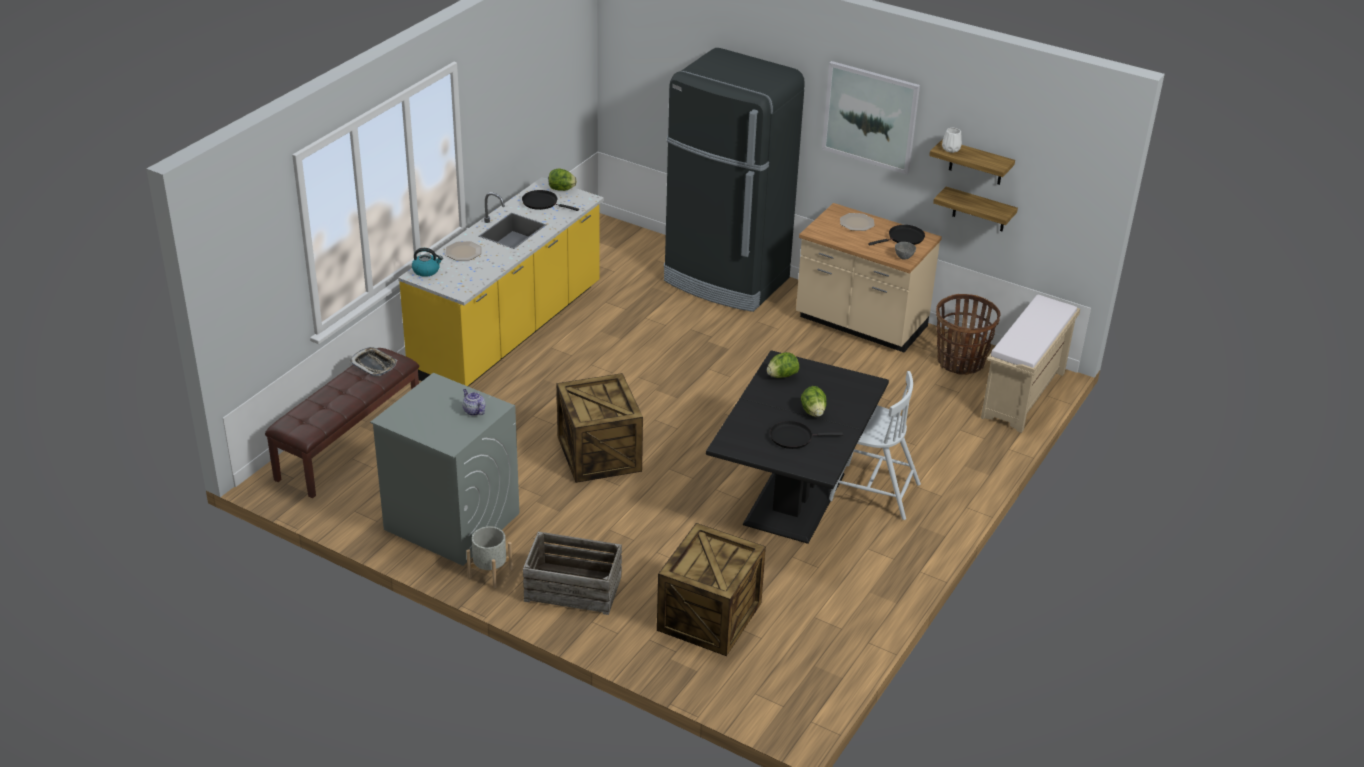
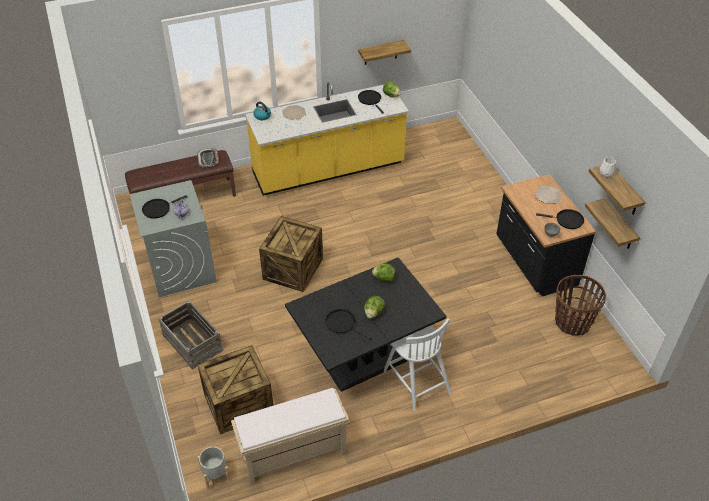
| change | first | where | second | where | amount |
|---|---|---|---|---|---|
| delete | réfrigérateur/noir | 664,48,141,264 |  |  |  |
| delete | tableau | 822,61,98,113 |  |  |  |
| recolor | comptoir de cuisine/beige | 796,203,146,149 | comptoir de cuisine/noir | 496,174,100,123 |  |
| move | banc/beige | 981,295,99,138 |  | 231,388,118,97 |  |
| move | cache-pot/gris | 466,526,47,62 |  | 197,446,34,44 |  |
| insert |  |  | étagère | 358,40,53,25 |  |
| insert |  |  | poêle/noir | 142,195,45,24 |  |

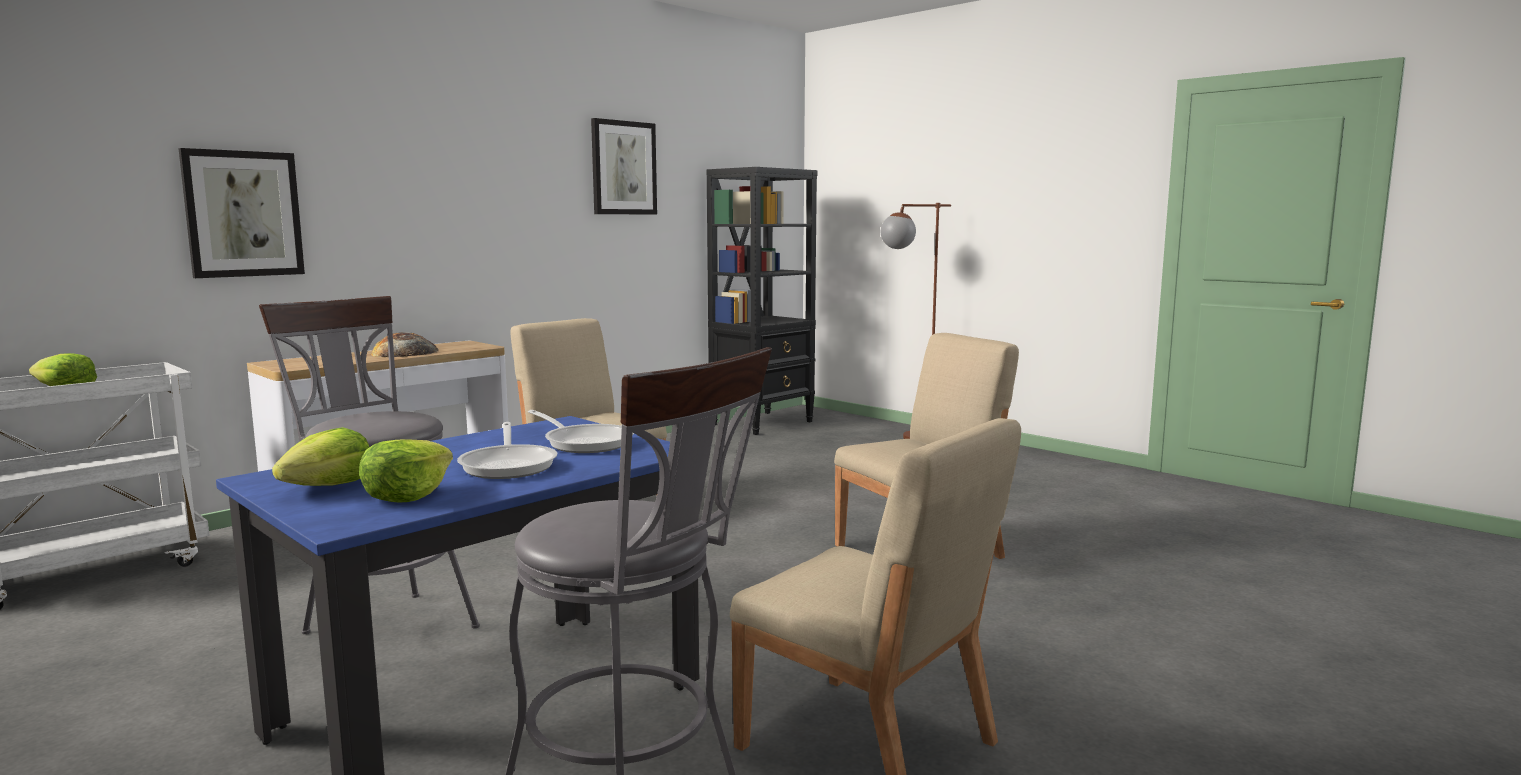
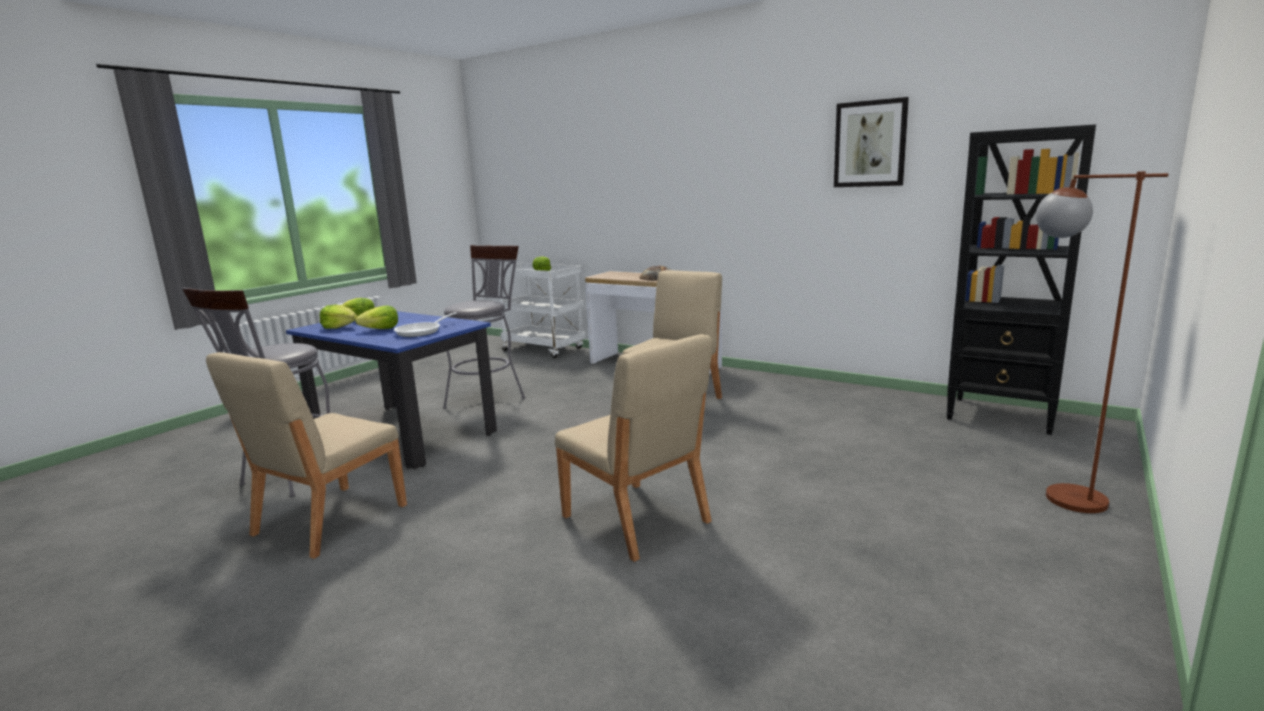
| change | first | where | second | where | amount |
|---|---|---|---|---|---|
| delete | tableau | 178,148,127,130 |  |  |  |
| replace | poêle | 457,422,100,57 | laitue | 355,306,43,23 |  |

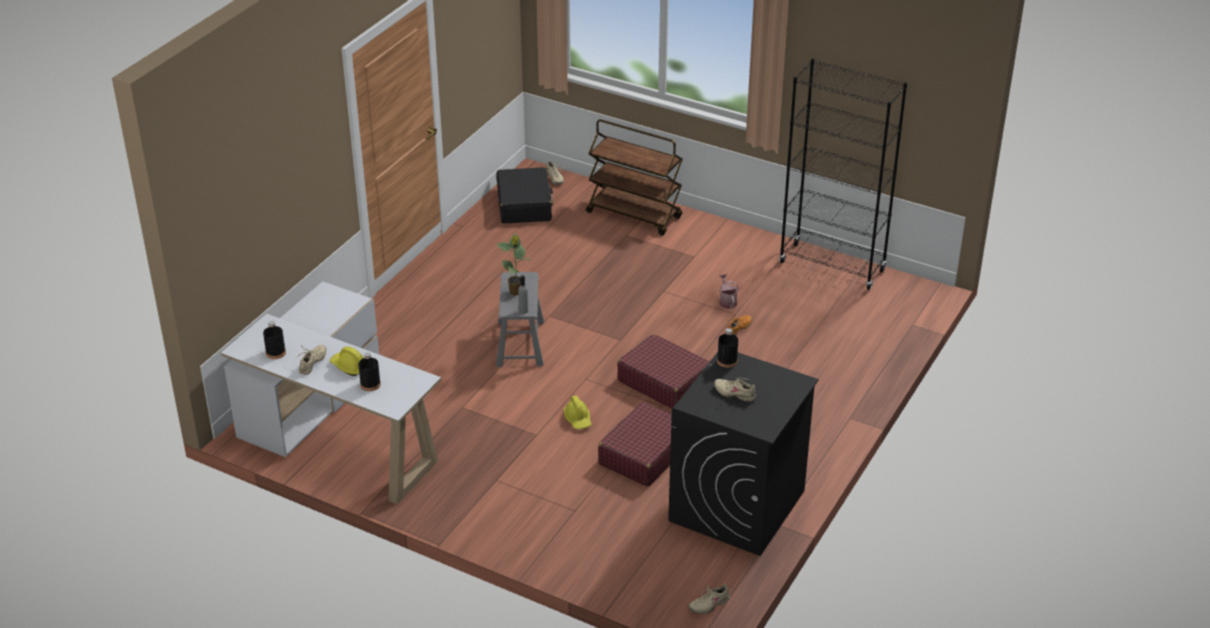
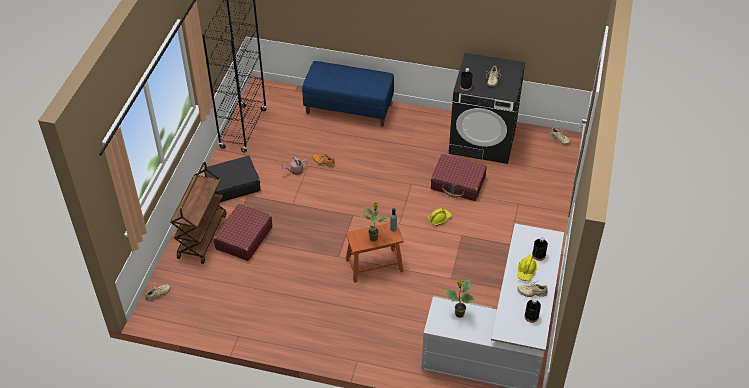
| change | first | where | second | where | amount |
|---|---|---|---|---|---|
| move | valise/noir | 496,167,57,57 |  | 204,156,57,46 |  |
| recolor | tabouret/gris | 496,272,48,95 | tabouret/marron | 346,223,58,60 |  |
| move | valise/rouge | 617,334,93,75 |  | 214,204,58,57 |  |
| insert |  |  | banc/bleu | 302,61,92,66 |  |
| insert |  |  | plante en pot | 444,279,32,39 |  |

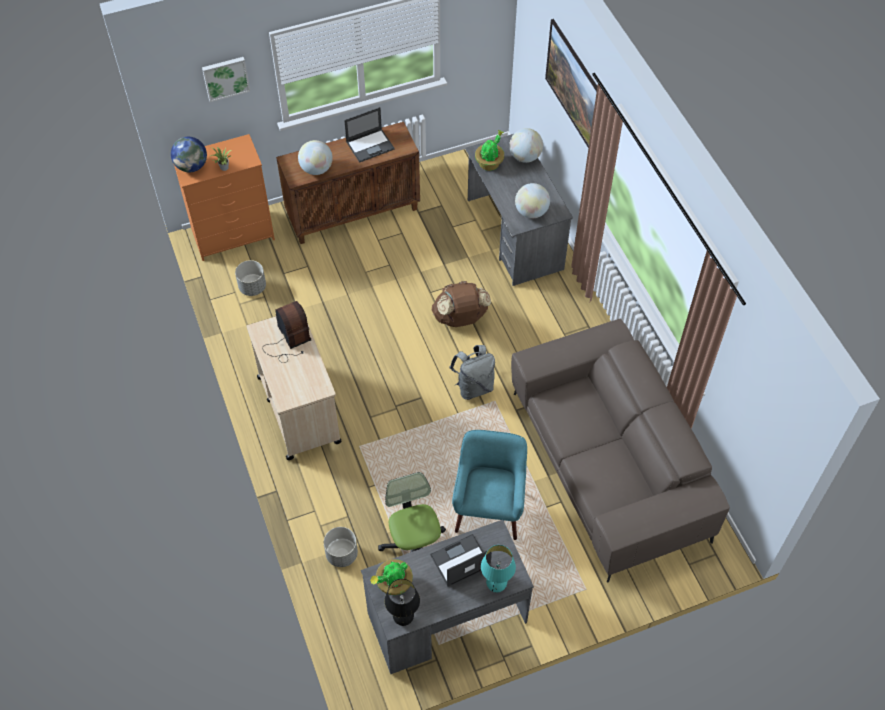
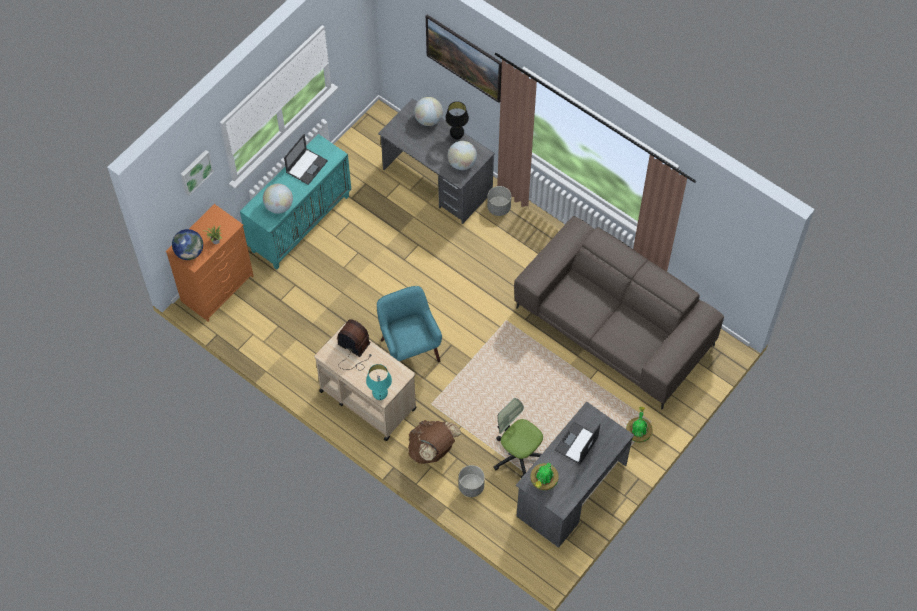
| change | first | where | second | where | amount |
|---|---|---|---|---|---|
| recolor | meuble de rangement/marron | 276,122,144,122 | meuble de rangement/turquoise | 240,134,111,136 |  |
| move | plante en pot | 475,130,29,41 |  | 626,407,27,35 |  |
| move | cache-pot/gris | 235,260,31,36 |  | 487,186,24,30 |  |
| move | sac à dos/marron | 432,281,59,46 |  | 408,420,53,44 |  |
| delete | sac à dos/gris | 450,345,45,55 |  |  |  |
| move | fauteuil/turquoise | 452,430,75,110 |  | 377,286,65,76 |  |
| move | lampe de table/turquoise | 481,545,35,47 |  | 366,364,26,36 |  |
| move | lampe de table/noir | 384,579,36,47 |  | 445,101,24,39 |  |

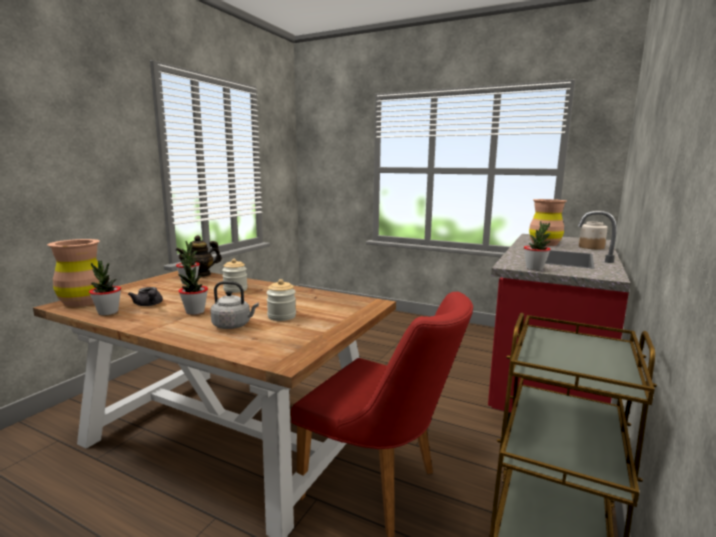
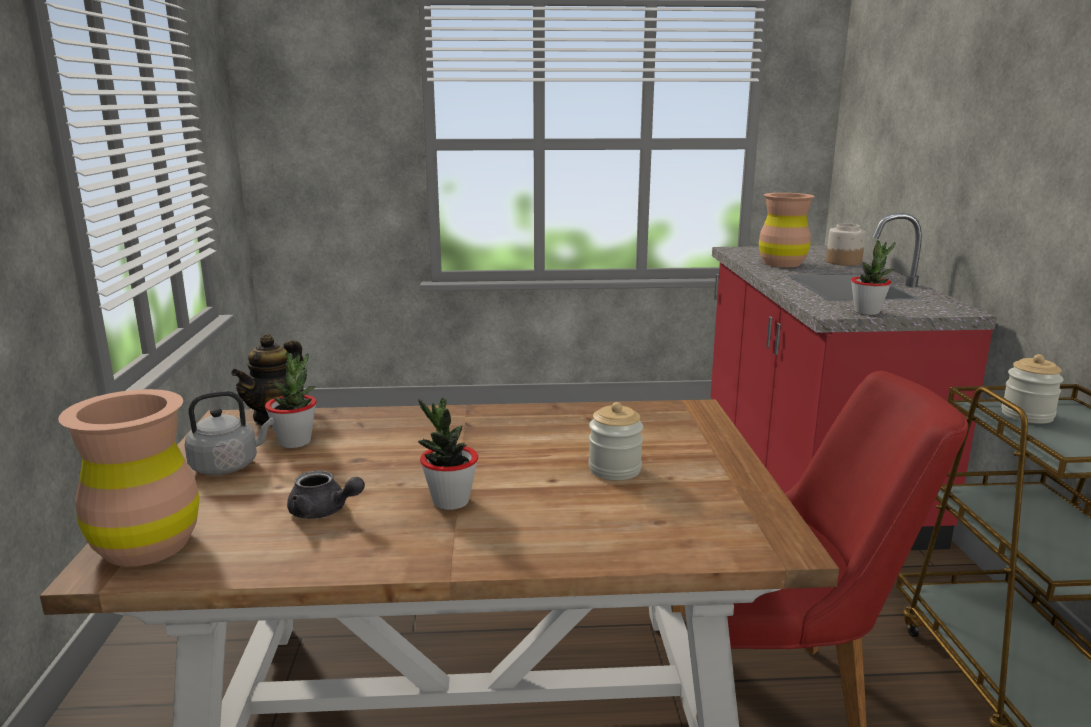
| change | first | where | second | where | amount |
|---|---|---|---|---|---|
| move | bocal | 222,259,26,34 |  | 1002,354,62,70 |  |
| delete | plante en pot | 89,260,32,55 |  |  |  |
| move | bouilloire/gris | 210,281,49,48 |  | 185,391,89,84 |  |

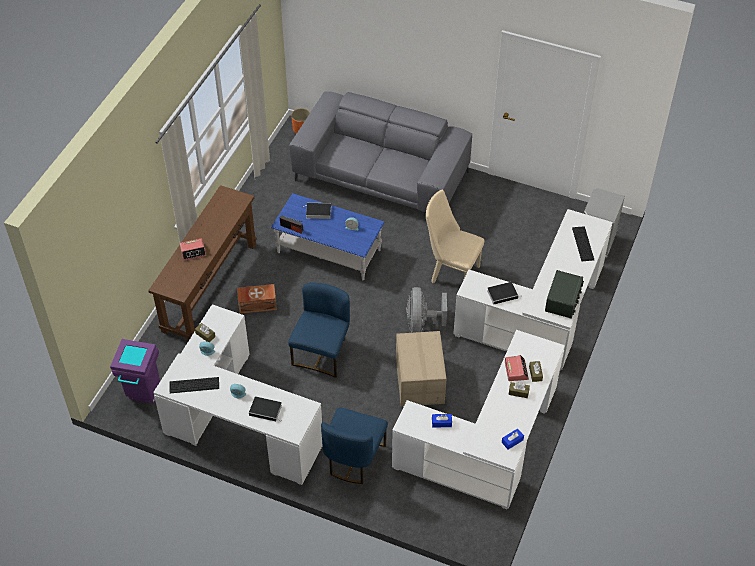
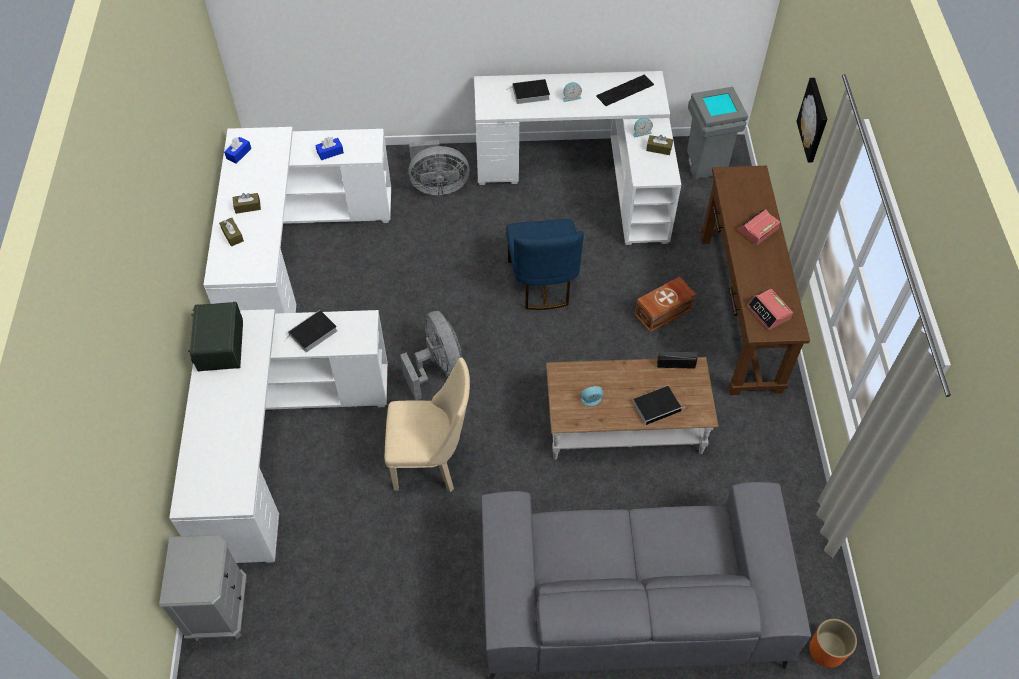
| change | first | where | second | where | amount |
|---|---|---|---|---|---|
| recolor | table basse/bleu | 271,193,114,87 | table basse/marron | 546,357,173,103 |  |
| delete | clavier | 572,226,22,35 |  |  |  |
| delete | carton | 396,331,50,76 |  |  |  |
| recolor | poubelle/violet | 110,339,50,64 | poubelle/gris | 687,87,61,92 |  |
| move | réveil | 505,355,24,26 |  | 747,289,46,41 |  |
| replace | chaise/bleu | 321,407,67,77 | ventilateur/gris | 408,140,62,55 |  |
| insert |  |  | tableau | 796,78,32,85 |  |

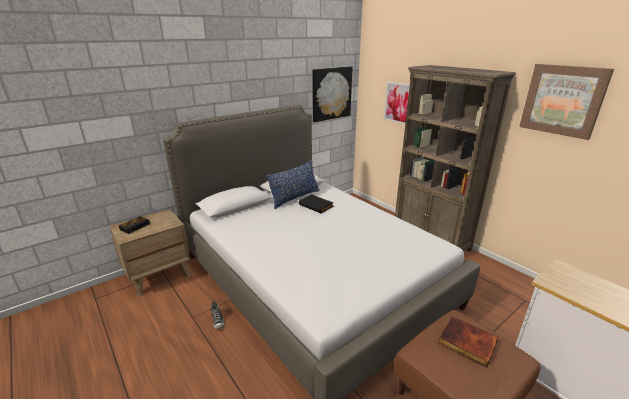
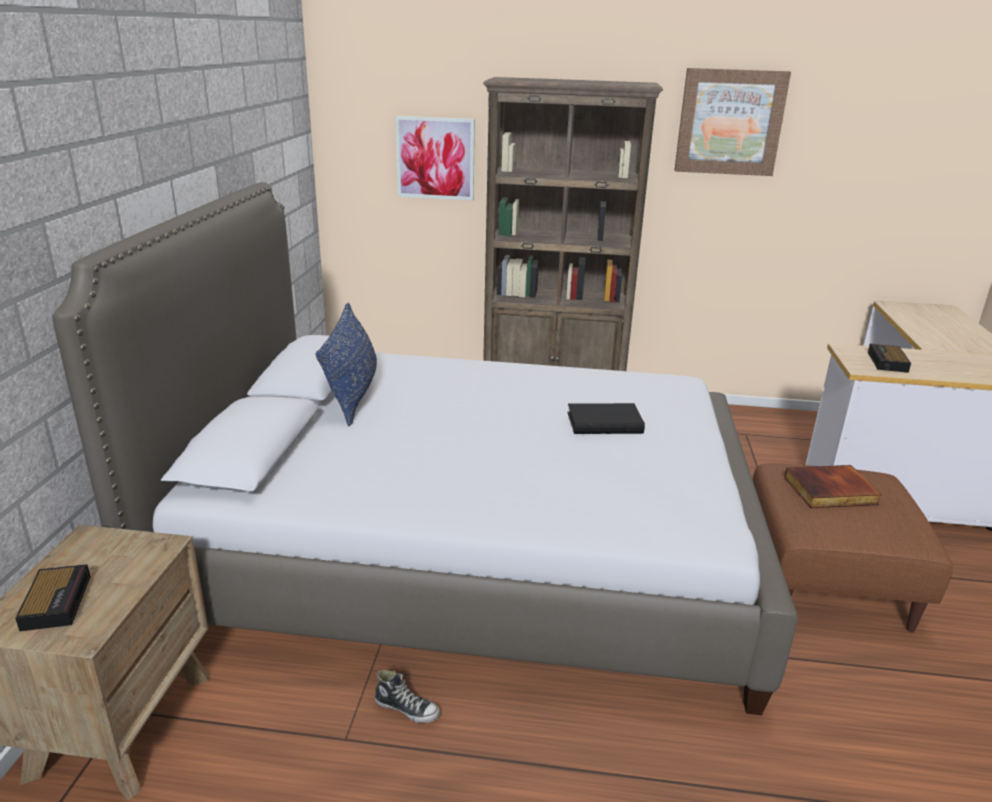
| change | first | where | second | where | amount |
|---|---|---|---|---|---|
| delete | tableau | 313,66,40,56 |  |  |  |
| move | livre/noir | 299,195,35,18 |  | 567,403,78,31 |  |
| insert |  |  | réveil | 868,344,43,29 |  |

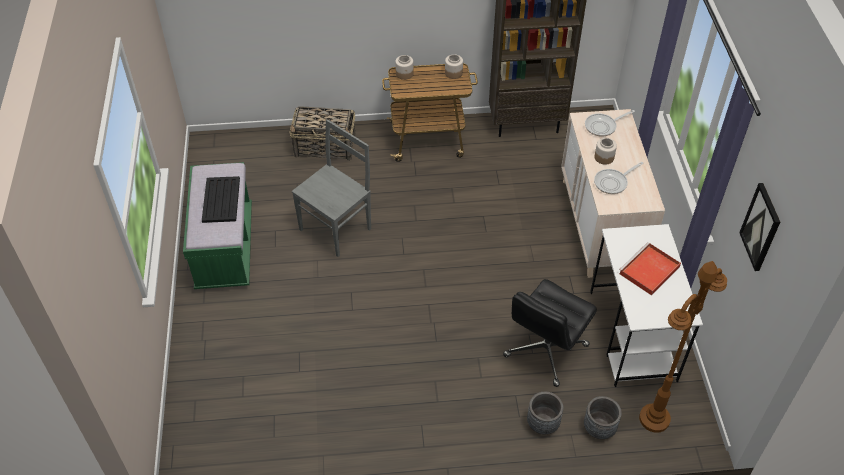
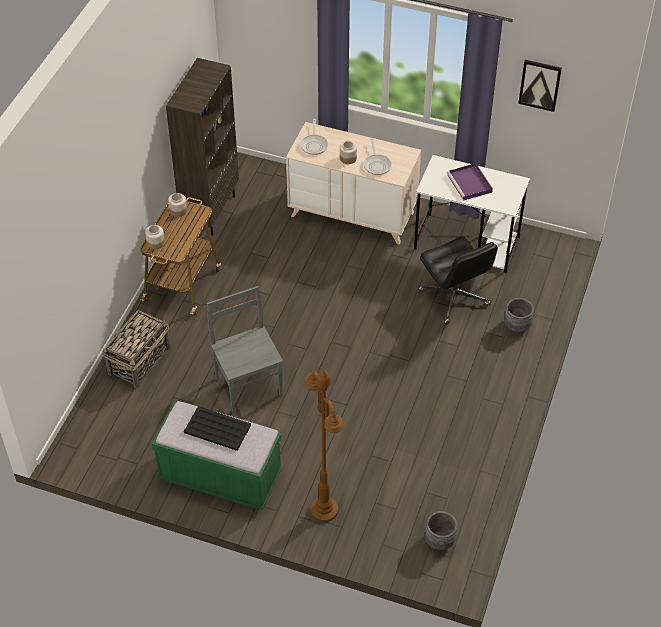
| change | first | where | second | where | amount |
|---|---|---|---|---|---|
| recolor | plateau/rouge | 619,242,62,54 | plateau/violet | 447,163,46,38 |  |
| move | lampadaire/marron | 639,261,88,172 |  | 304,370,39,152 |  |
| move | cache-pot/gris | 584,396,38,43 |  | 425,511,33,39 |  |

